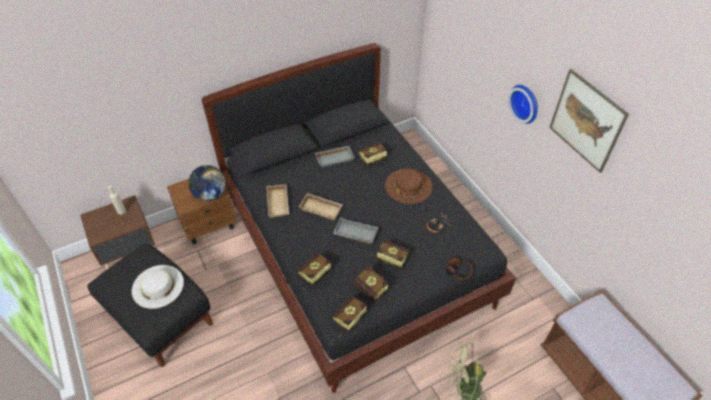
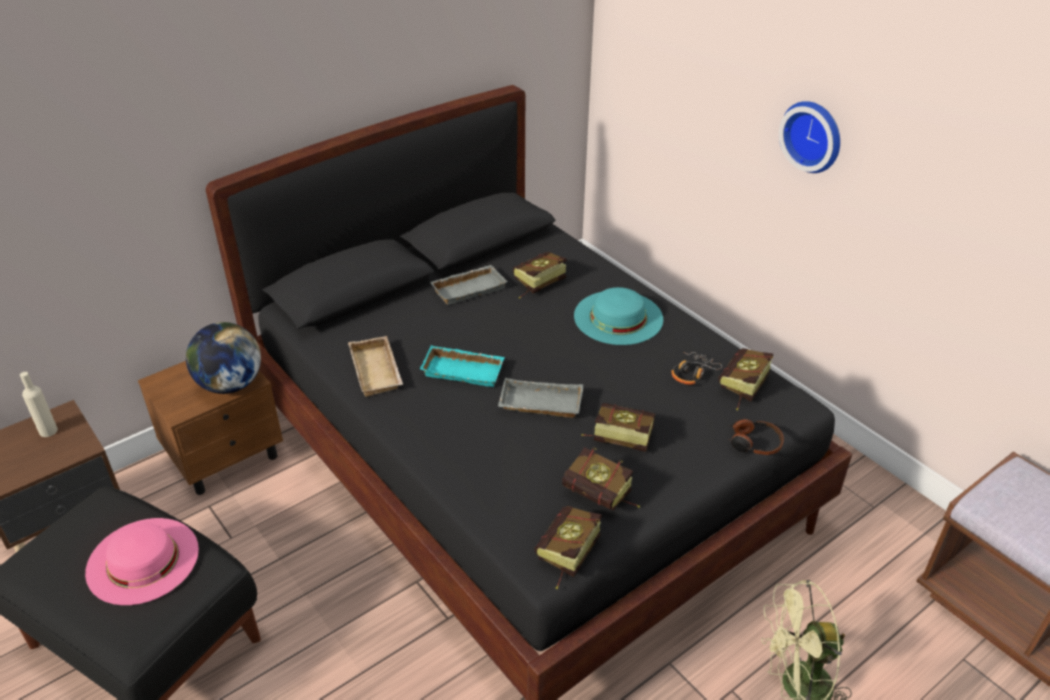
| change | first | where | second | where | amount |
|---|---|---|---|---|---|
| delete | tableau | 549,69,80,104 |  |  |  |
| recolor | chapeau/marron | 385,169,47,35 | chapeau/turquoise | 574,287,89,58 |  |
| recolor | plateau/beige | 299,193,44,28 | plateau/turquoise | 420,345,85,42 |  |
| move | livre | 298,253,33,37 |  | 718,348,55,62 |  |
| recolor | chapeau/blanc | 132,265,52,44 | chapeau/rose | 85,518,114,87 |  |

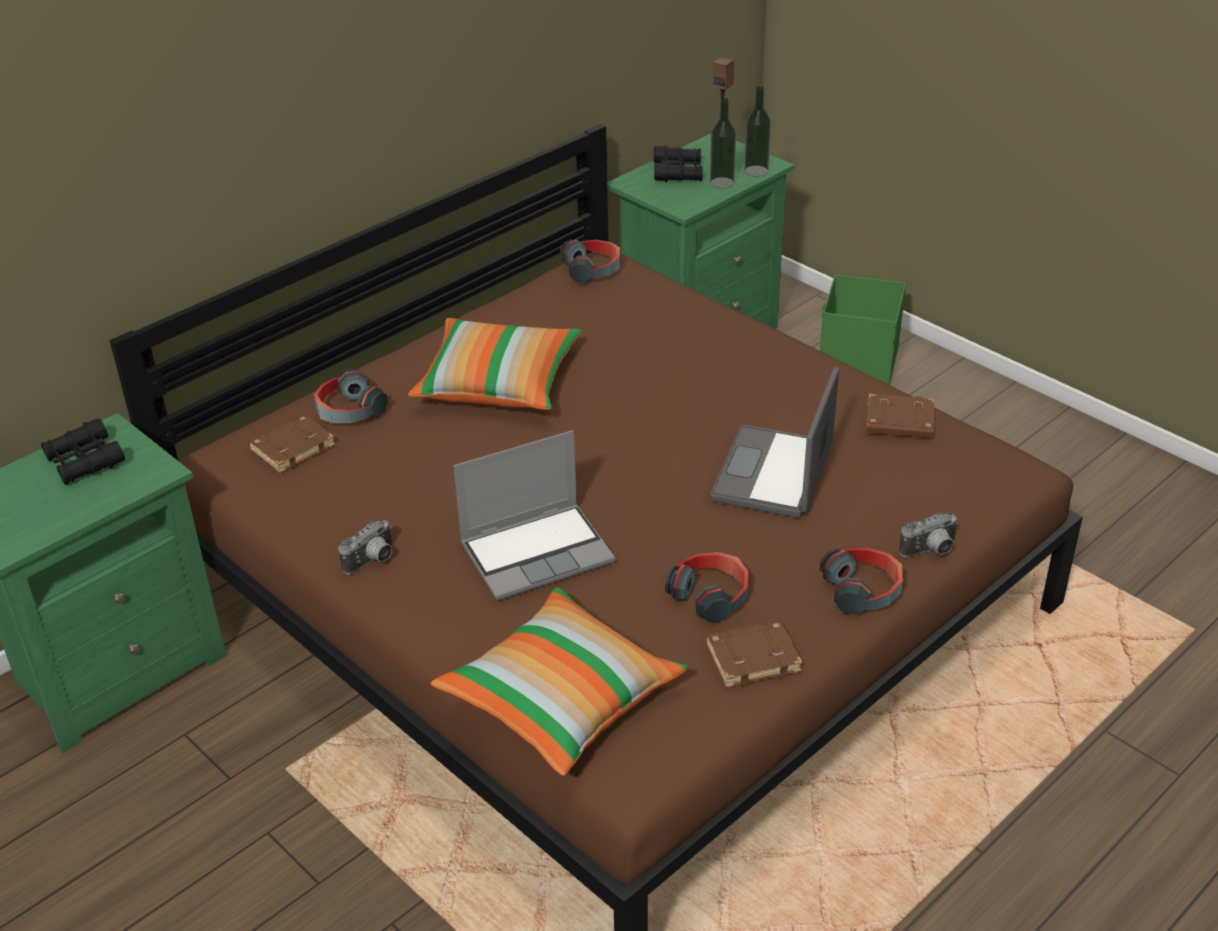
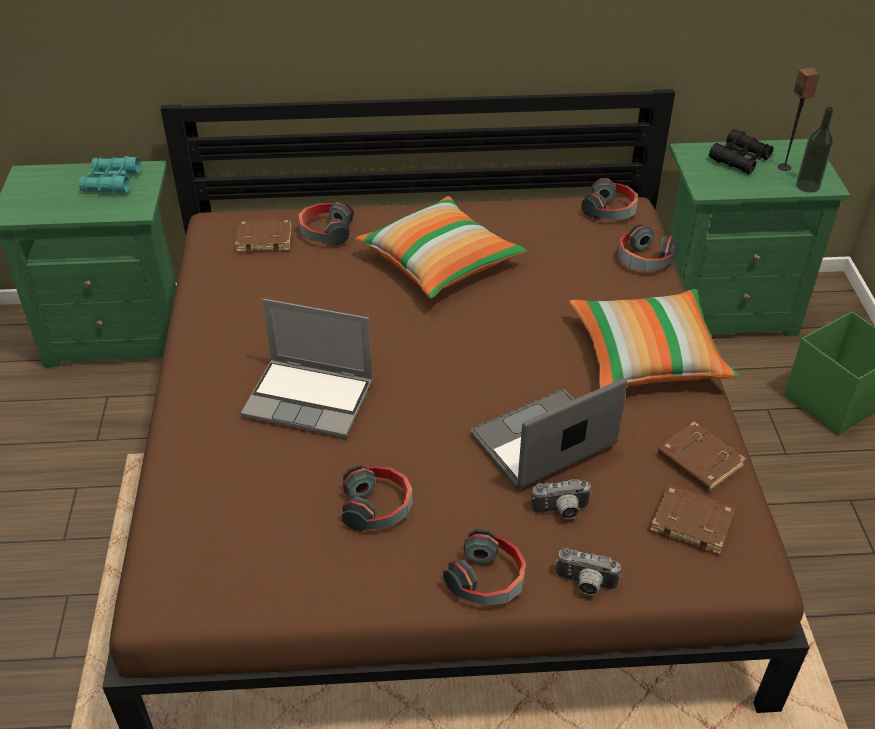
| change | first | where | second | where | amount |
|---|---|---|---|---|---|
| delete | bouteille | 710,97,26,92 |  |  |  |
| recolor | jumelles/noir | 41,419,84,66 | jumelles/turquoise | 79,156,62,38 |  |
| move | appareil photo | 338,519,54,56 |  | 531,479,61,40 |  |
| move | coussin | 431,587,257,189 |  | 569,289,170,99 |  |
| move | livre/marron | 706,620,97,68 |  | 650,484,85,71 |  |
| insert |  |  | casque audio | 619,224,59,47 |  |

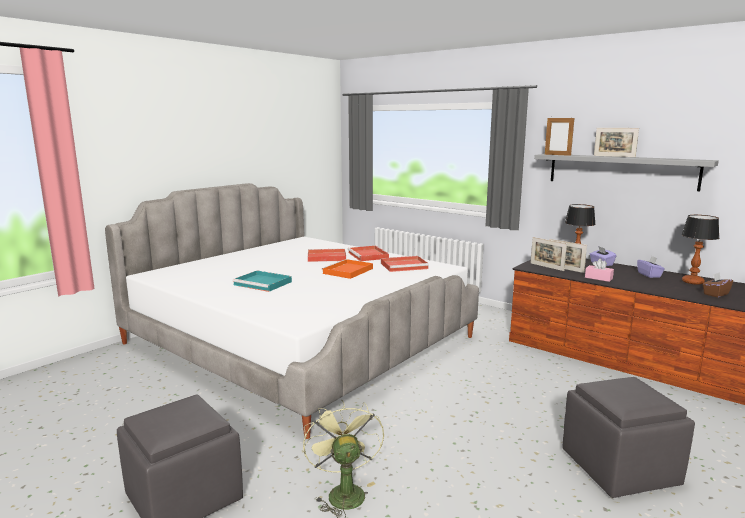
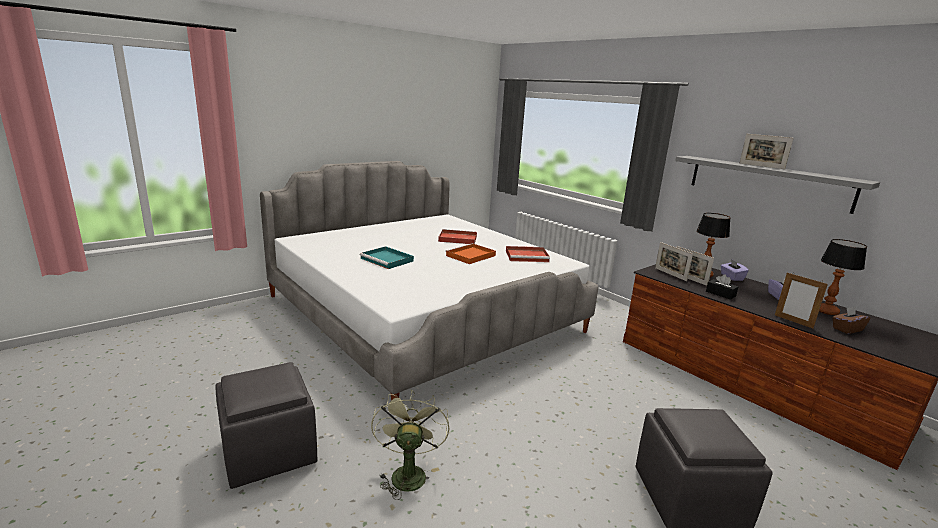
| change | first | where | second | where | amount |
|---|---|---|---|---|---|
| move | cadre photo | 545,118,29,38 |  | 775,273,53,55 |  |
| delete | plateau/rouge | 347,246,42,15 |  |  |  |
| recolor | boîte à mouchoirs/rose | 585,259,29,23 | boîte à mouchoirs/noir | 706,274,32,26 |  |

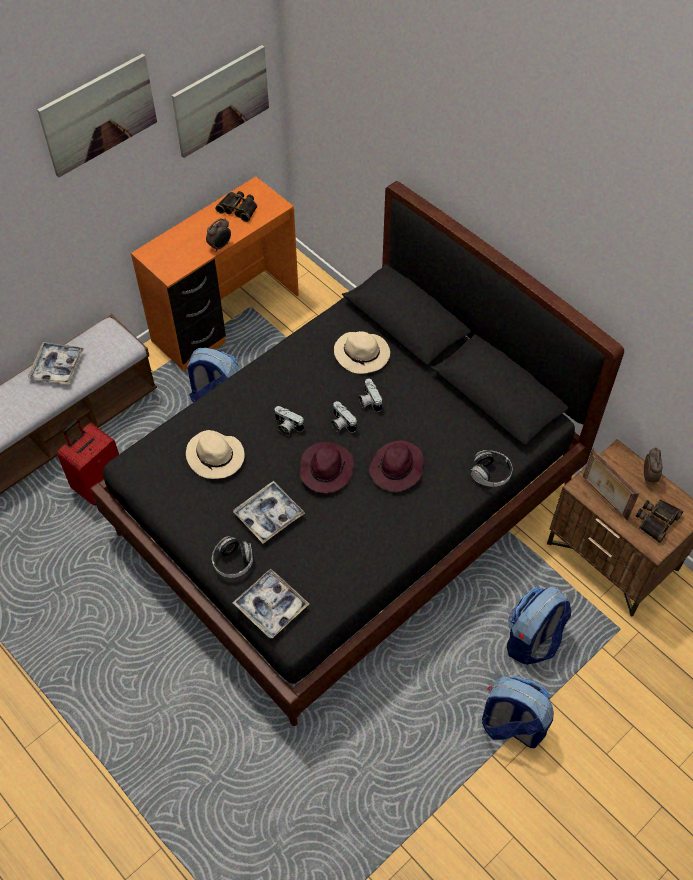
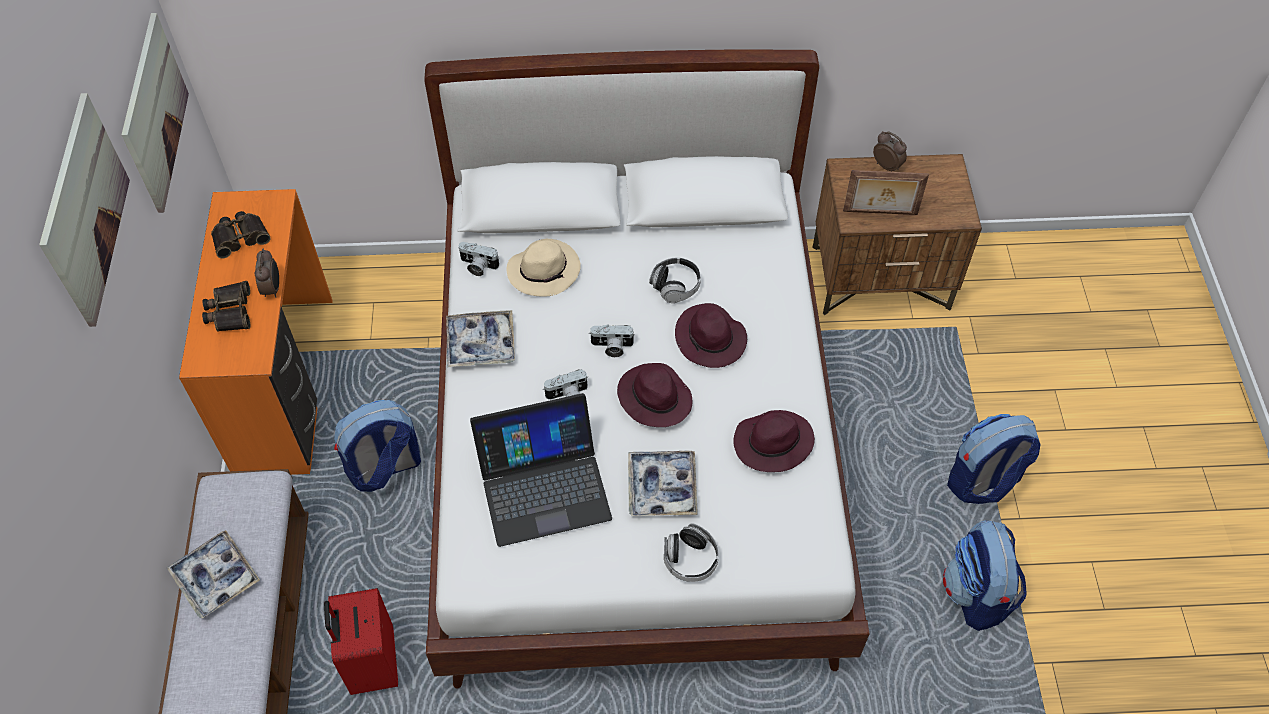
| change | first | where | second | where | amount |
|---|---|---|---|---|---|
| recolor | lit/noir | 90,181,534,545 | lit/blanc | 424,49,445,639 |  |
| move | appareil photo | 359,379,23,33 |  | 458,242,41,34 |  |
| replace | chapeau/beige | 186,430,59,49 | ordinateur portable | 470,393,142,154 |  |
| move | casque audio | 471,450,41,37 |  | 649,258,52,45 |  |
| move | jumelles | 636,499,47,44 |  | 202,281,48,51 |  |
| move | plateau | 233,569,76,69 |  | 446,310,69,57 |  |
| move | sac à dos | 507,586,64,79 |  | 943,520,84,111 |  |
| insert |  |  | chapeau/violet | 734,410,81,62 |  |

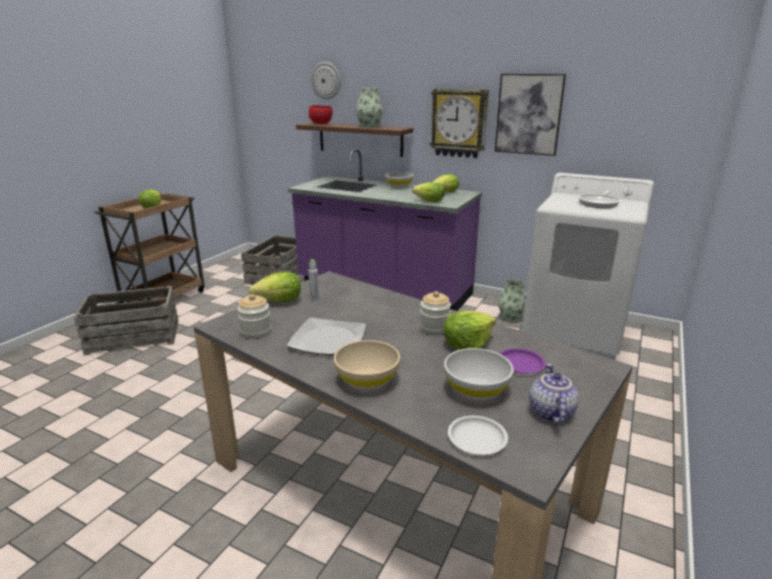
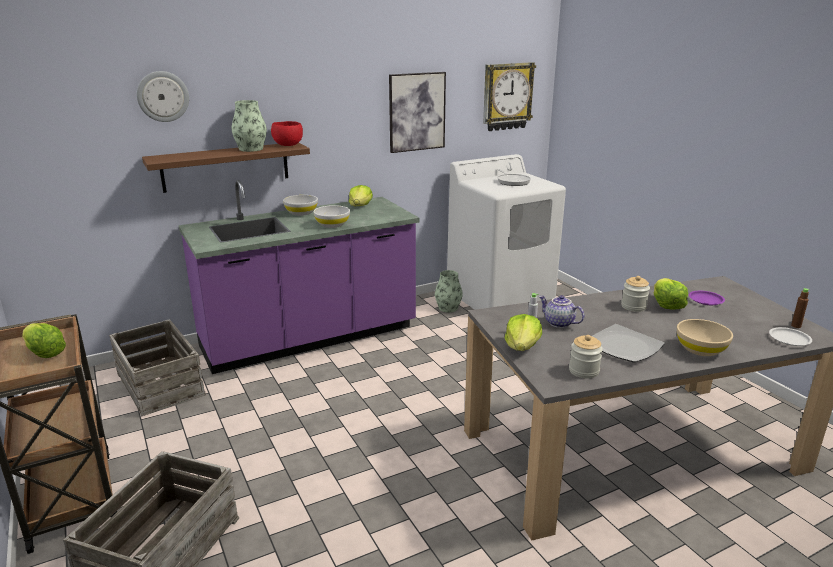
| change | first | where | second | where | amount |
|---|---|---|---|---|---|
| move | horloge murale | 430,89,59,69 |  | 483,62,53,69 |  |
| move | bol/rouge | 309,105,24,19 |  | 271,121,32,25 |  |
| delete | laitue | 412,182,33,20 |  |  |  |
| move | bol/blanc | 444,348,70,52 |  | 313,205,37,23 |  |
| move | théière | 529,364,50,60 |  | 539,295,45,33 |  |
| insert |  |  | bouteille/marron | 791,288,19,40 |  |

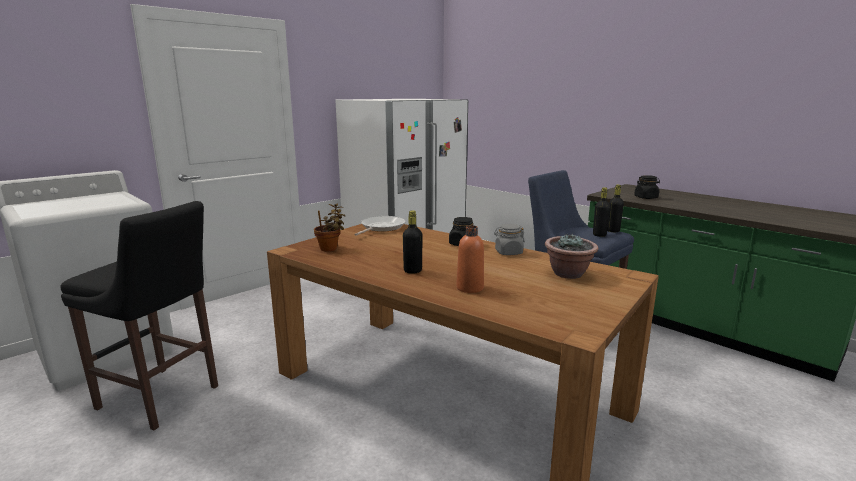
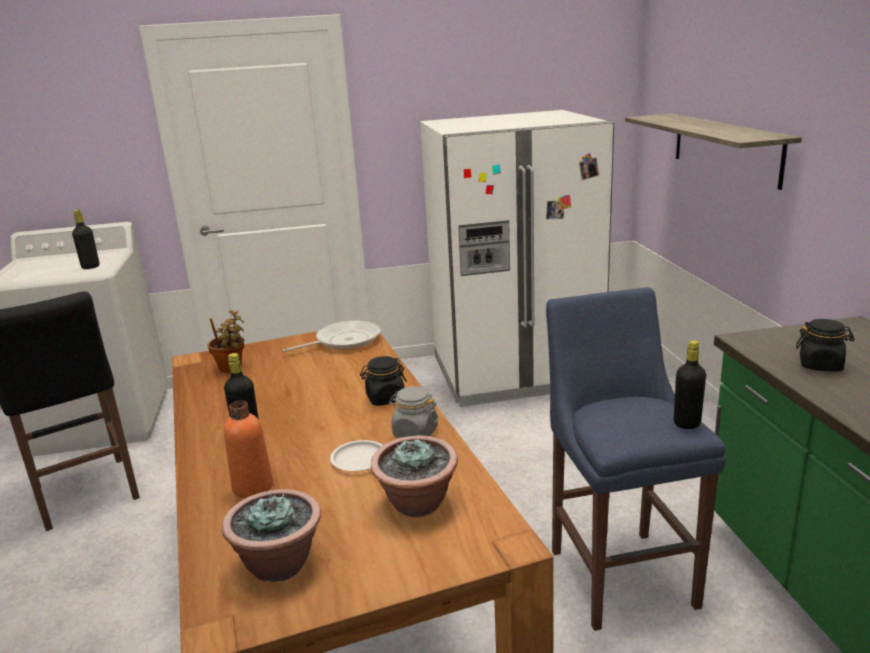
| change | first | where | second | where | amount |
|---|---|---|---|---|---|
| move | bouteille/noir | 593,187,17,50 |  | 72,210,28,59 |  |
| insert |  |  | étagère | 625,114,177,76 |  |
| insert |  |  | assiette/blanc | 330,440,53,31 |  |
| insert |  |  | plante en pot | 222,489,99,93 |  |

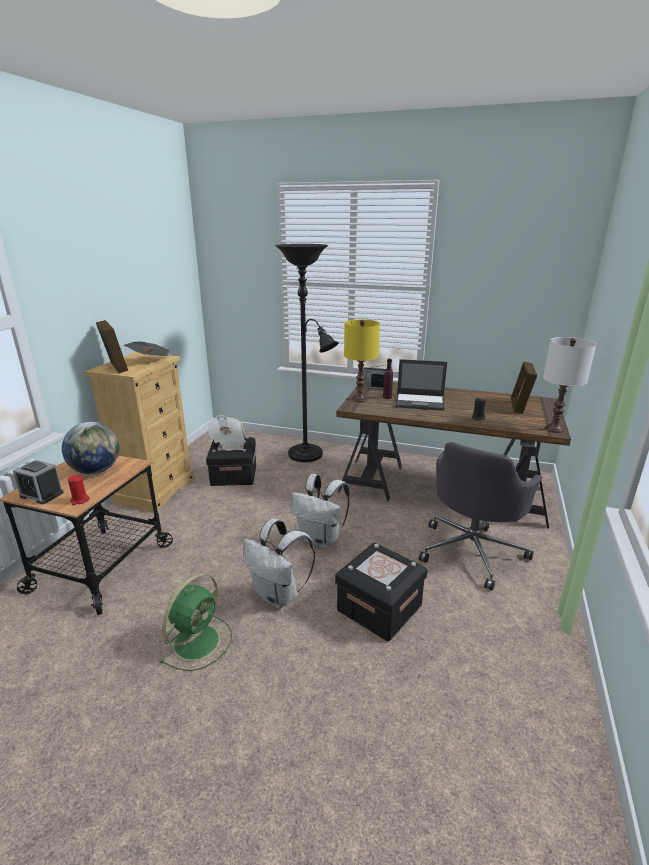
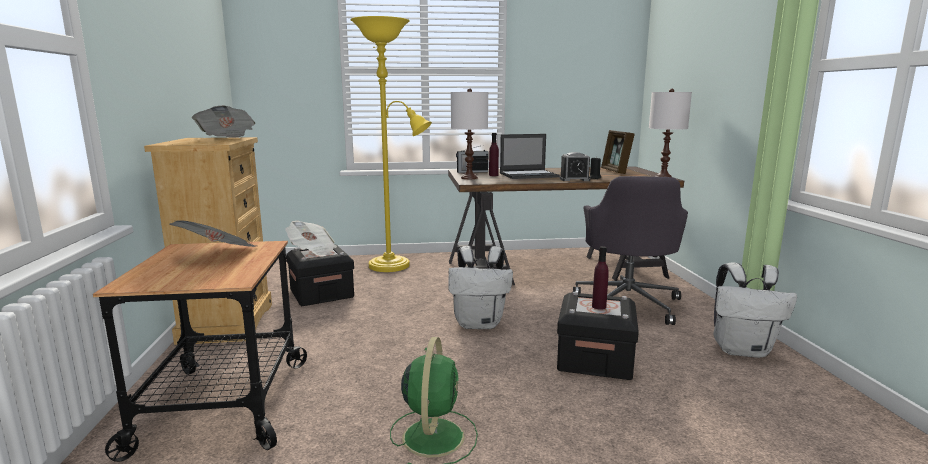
| change | first | where | second | where | amount |
|---|---|---|---|---|---|
| recolor | lampadaire/noir | 275,244,64,218 | lampadaire/jaune | 350,16,82,256 |  |
| recolor | lampe de table/jaune | 344,319,36,83 | lampe de table/blanc | 451,89,37,90 |  |
| delete | cadre photo | 96,320,32,53 |  |  |  |
| replace | globe | 62,422,58,52 | journal | 169,221,87,26 |  |
| move | réveil | 13,460,51,44 |  | 559,152,31,29 |  |
| delete | bougie/rouge | 68,475,21,30 |  |  |  |
| move | sac à dos/blanc | 243,519,72,90 |  | 713,263,84,95 |  |
| insert |  |  | bouteille/violet | 592,246,17,64 |  |

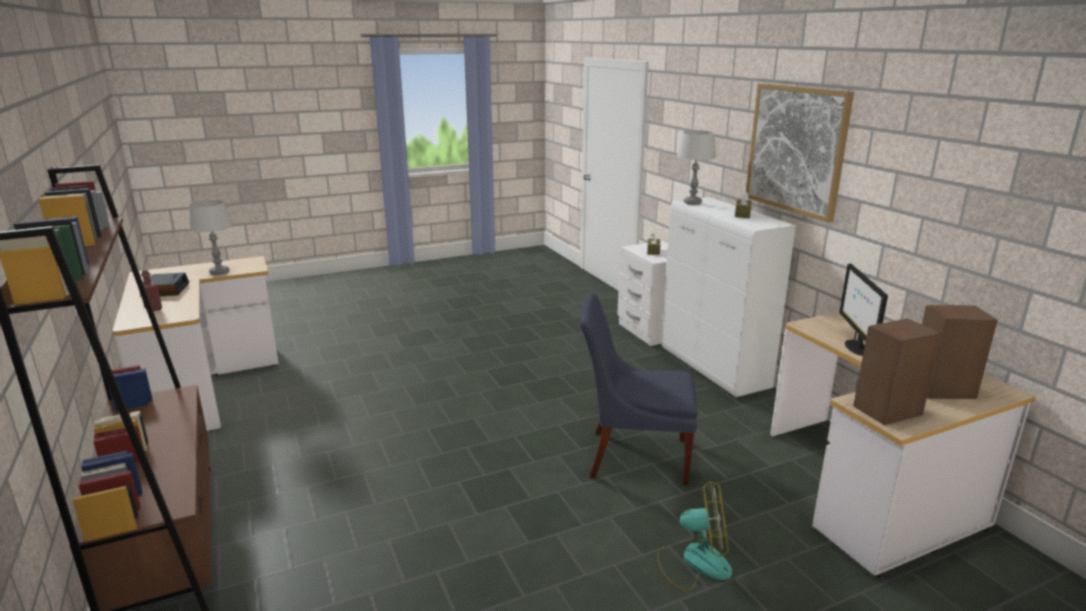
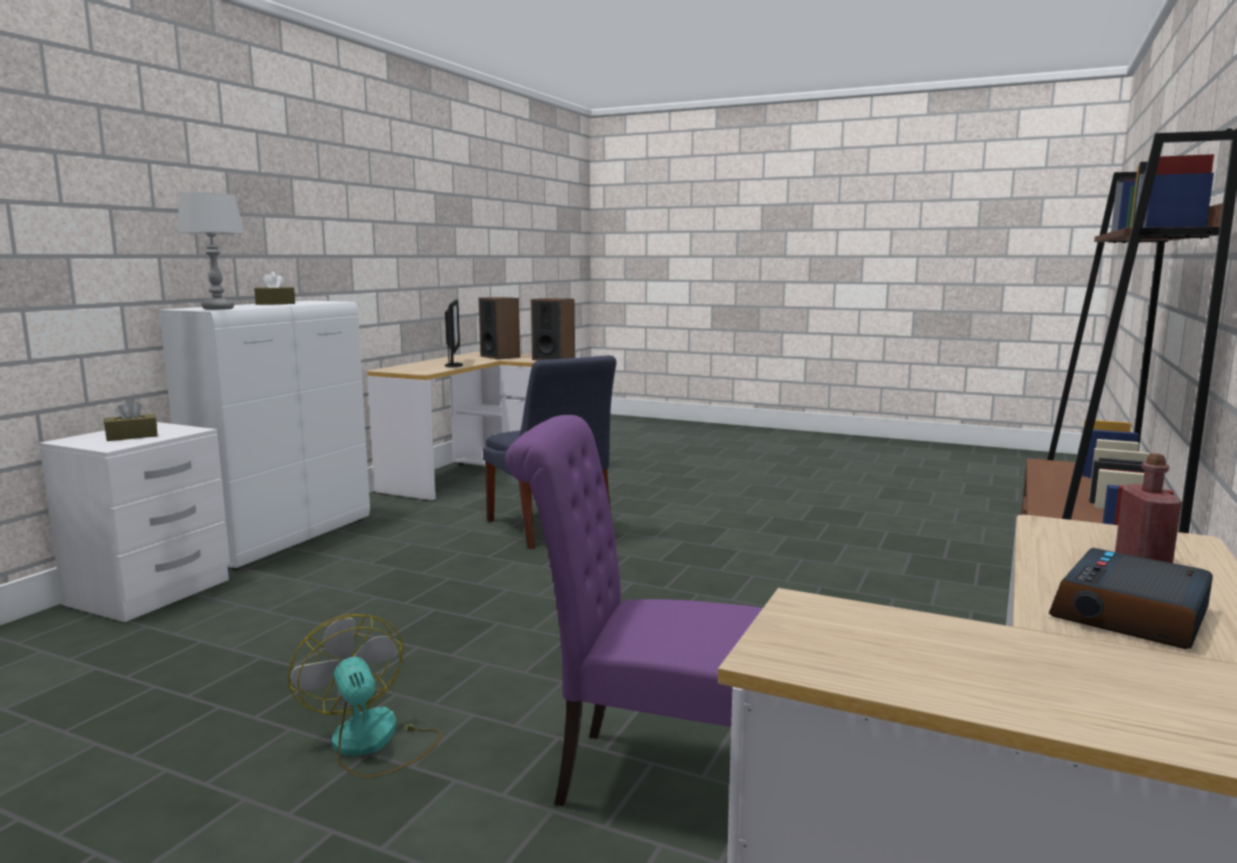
| change | first | where | second | where | amount |
|---|---|---|---|---|---|
| delete | tableau | 746,83,108,140 |  |  |  |
| delete | lampe de table/gris | 189,200,44,75 |  |  |  |
| rotate | écran d'ordinateur | 839,263,49,93 |  | 445,300,18,68 | 60 degrees counterclockwise |
| move | ventilateur | 657,481,75,110 |  | 288,614,154,164 |  |
| insert |  |  | chaise/violet | 505,415,258,392 |  |

